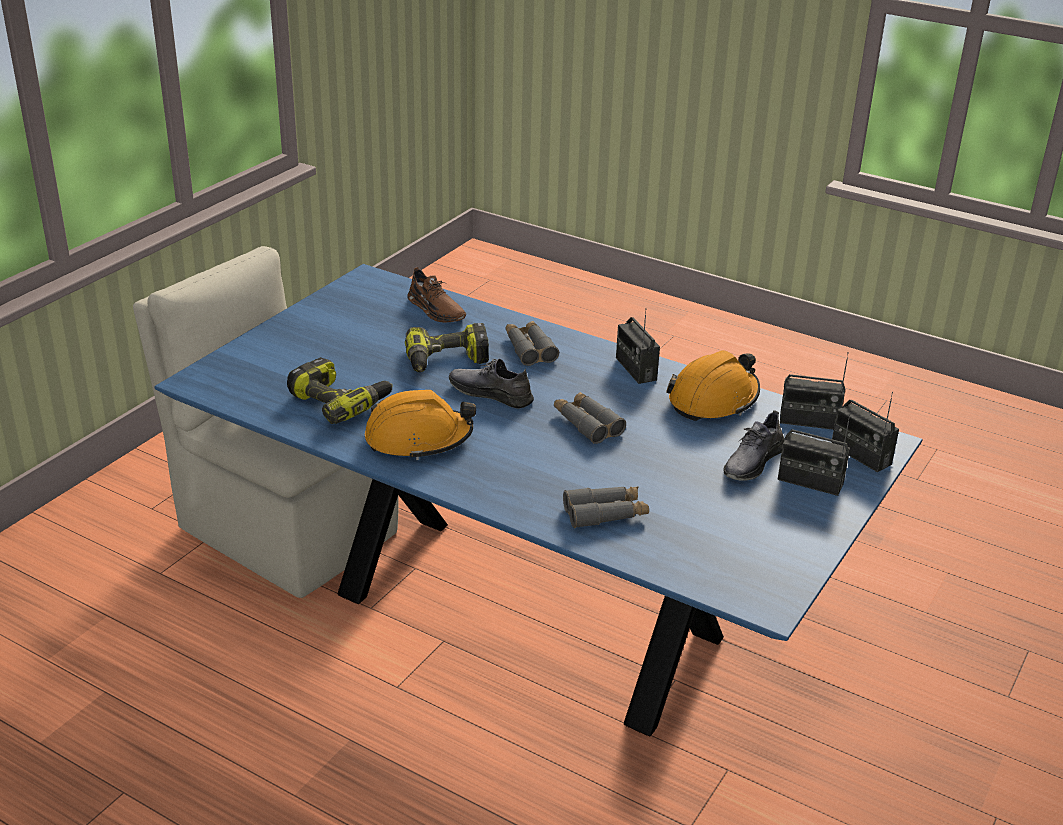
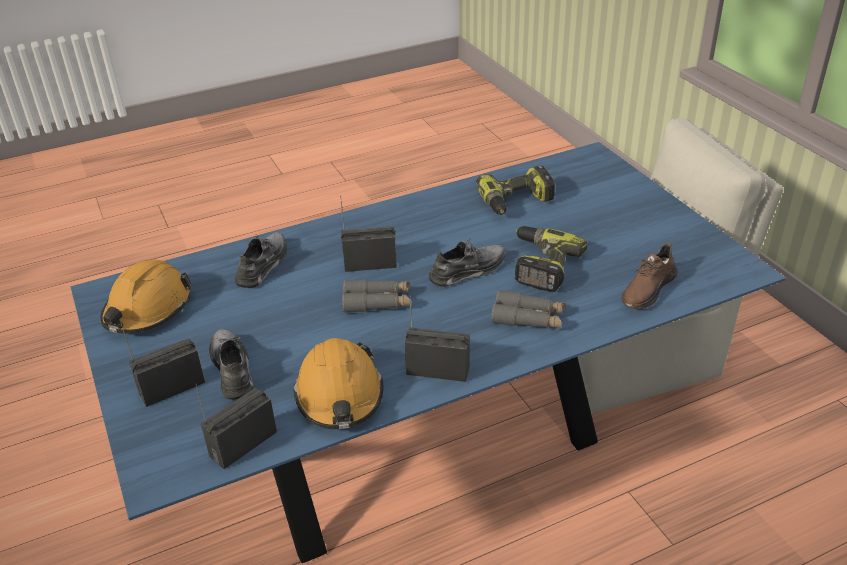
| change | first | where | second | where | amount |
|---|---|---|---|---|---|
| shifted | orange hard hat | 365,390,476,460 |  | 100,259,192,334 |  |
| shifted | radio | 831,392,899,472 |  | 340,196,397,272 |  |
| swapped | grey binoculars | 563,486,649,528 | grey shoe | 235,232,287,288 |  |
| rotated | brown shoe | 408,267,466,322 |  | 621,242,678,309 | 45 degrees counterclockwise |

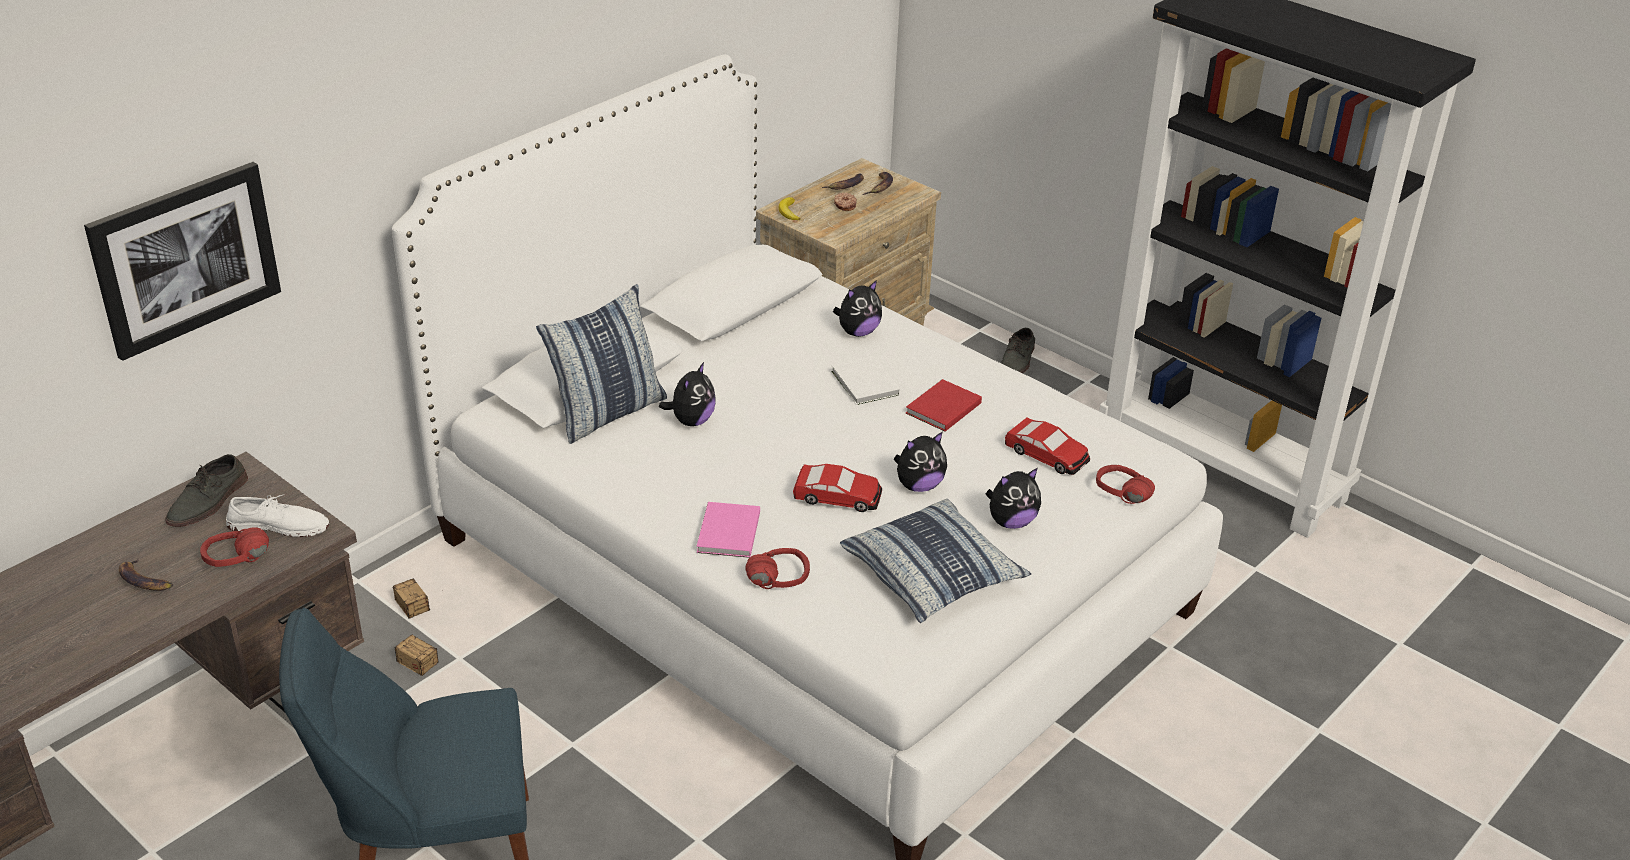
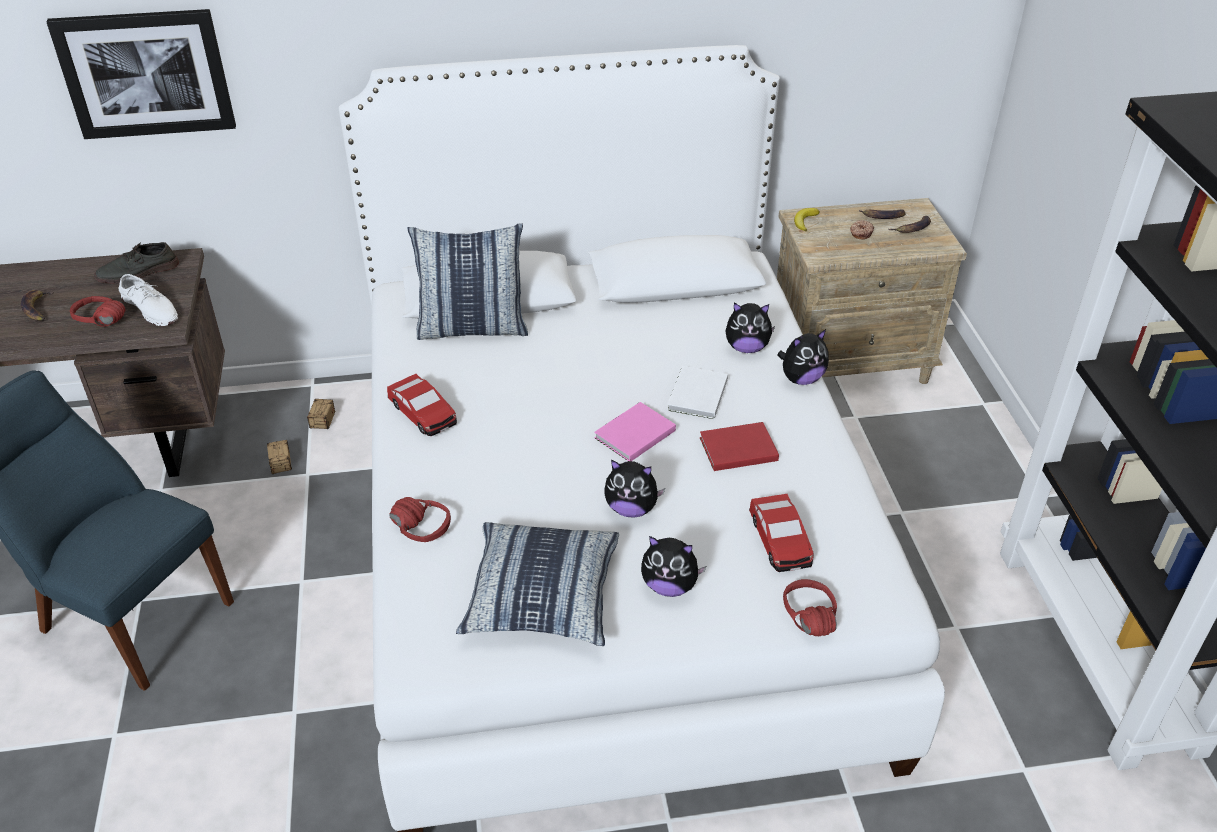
| change | first | where | second | where | amount |
|---|---|---|---|---|---|
| gone | grey shoe | 1001,328,1035,373 |  |  |  |
| shifted | plush toy | 659,362,716,426 |  | 778,329,829,385 |  |
| shifted | pink book | 697,502,760,558 |  | 594,402,676,461 |  |
| shifted | toy car | 793,464,882,512 |  | 387,374,457,436 |  |

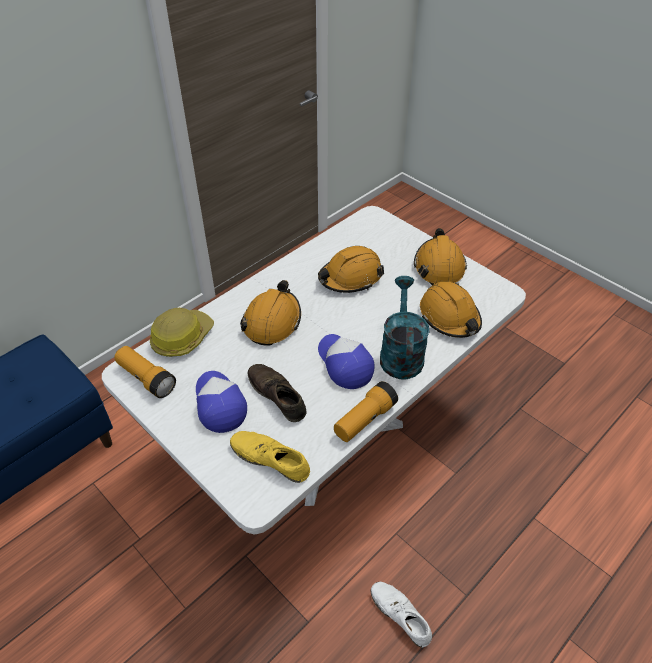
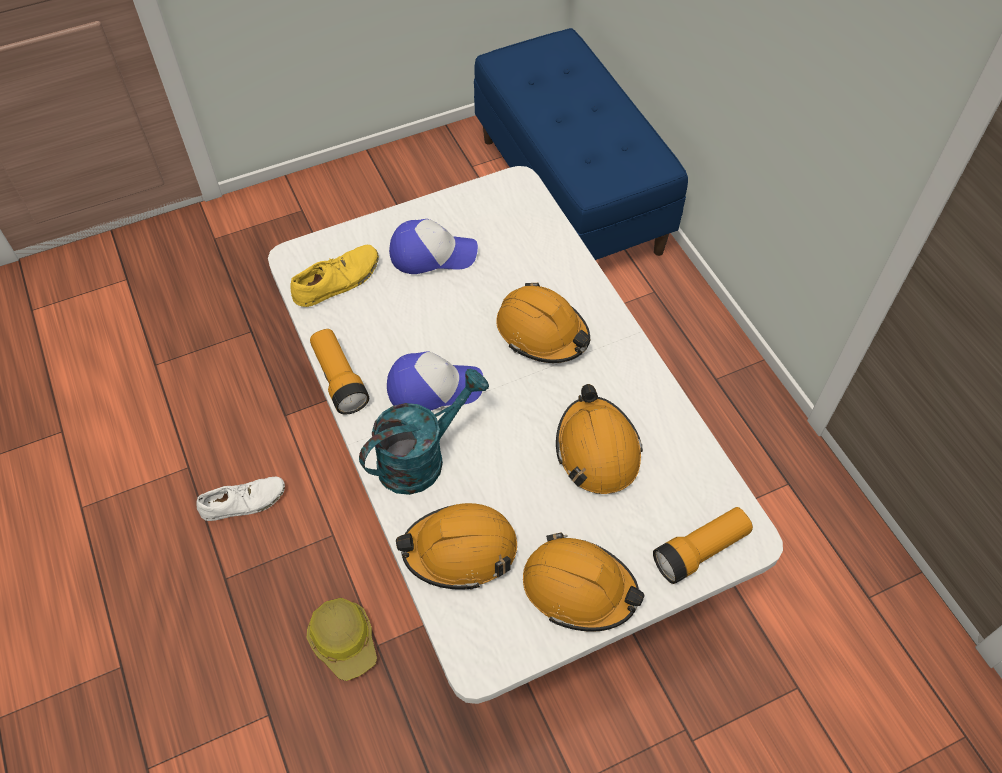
| change | first | where | second | where | amount |
|---|---|---|---|---|---|
| gone | brown shoe | 248,364,307,422 |  |  |  |
| shifted | flashlight | 114,346,176,398 |  | 653,507,753,584 |  |
| shifted | hard hat | 150,308,214,357 |  | 307,598,377,681 |  |
| rotated | turquoise watering can | 380,276,429,380 |  | 359,369,489,495 | 60 degrees counterclockwise |

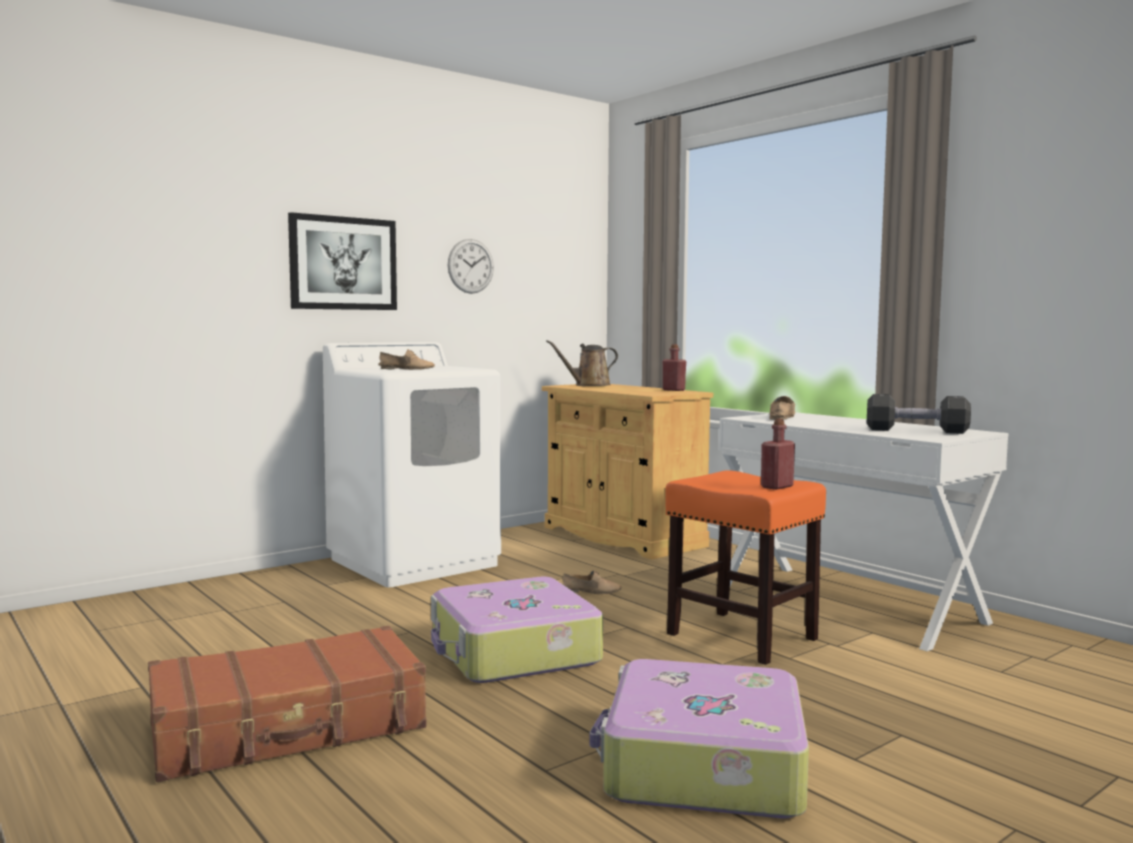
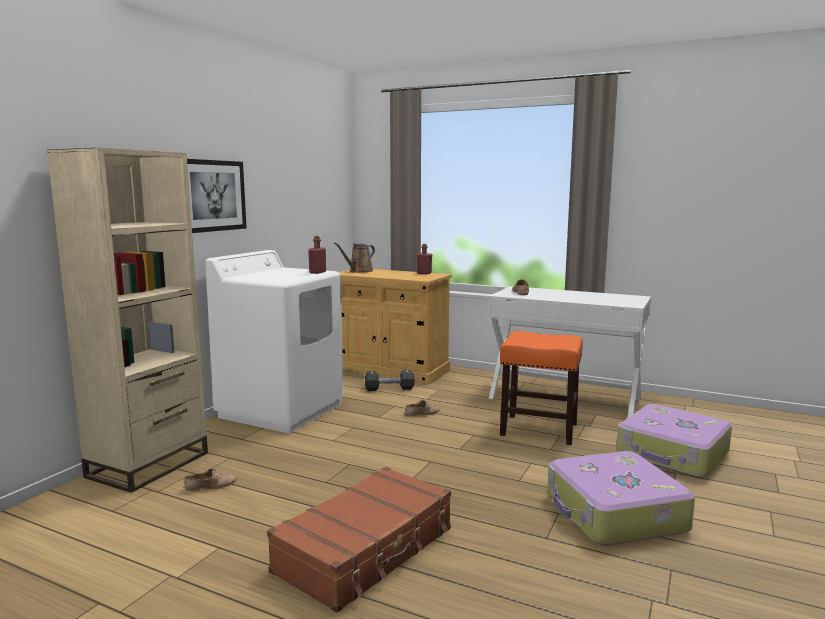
| change | first | where | second | where | amount |
|---|---|---|---|---|---|
| gone | wall clock | 448,239,494,294 |  |  |  |
| new |  |  | beige bookcase | 47,147,208,493 |  |
| shifted | beige shoe | 378,349,435,370 |  | 184,468,237,491 |  |
| shifted | suitcase | 431,577,603,683 |  | 616,404,732,478 |  |
| shifted | red bottle | 761,419,795,490 |  | 308,236,326,274 |  |
| shifted | black dumbbell | 867,394,971,434 |  | 365,370,414,391 |  |

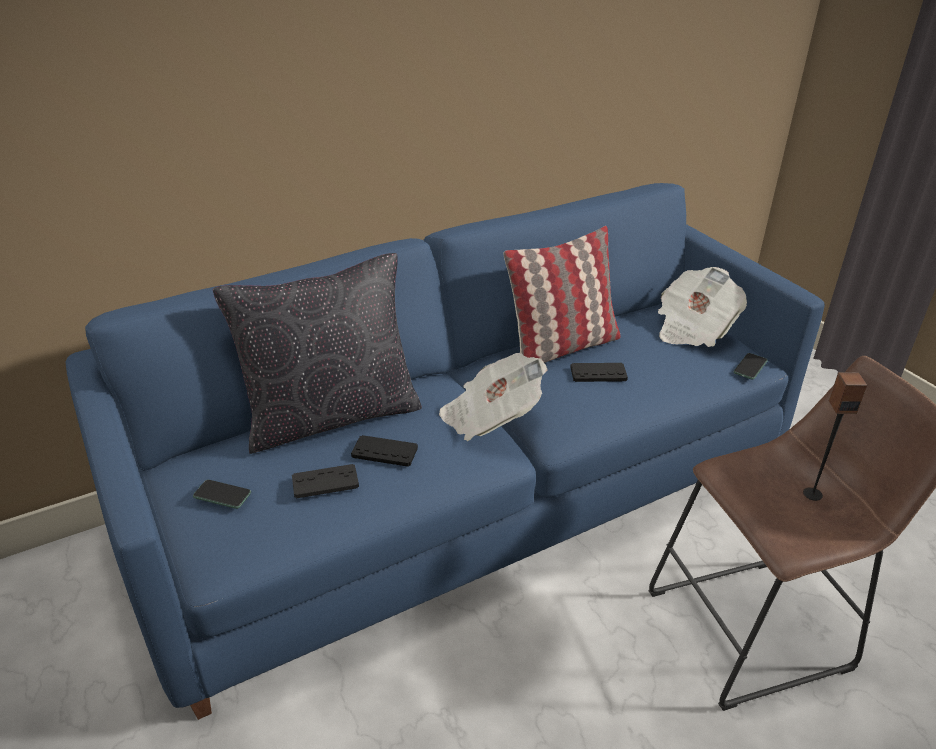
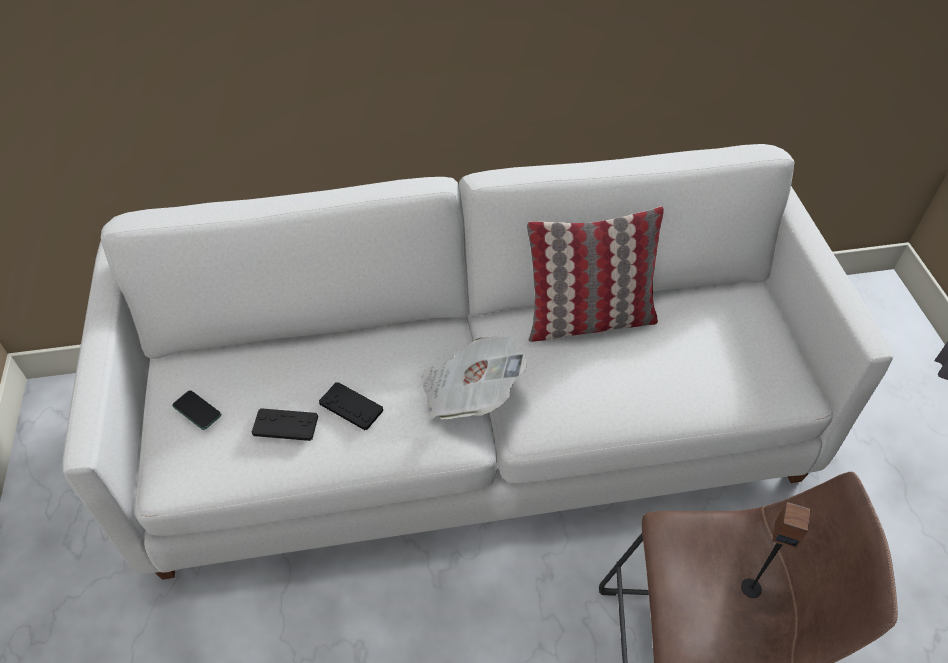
| change | first | where | second | where | amount |
|---|---|---|---|---|---|
| gone | black pillow | 213,253,422,454 |  |  |  |
| gone | black game controller | 571,363,628,382 |  |  |  |
| gone | newspaper | 658,267,747,347 |  |  |  |
| gone | phone | 734,353,768,380 |  |  |  |
| repainted | blue sofa | 65,183,825,720 | white sofa | 62,144,894,580 |  |

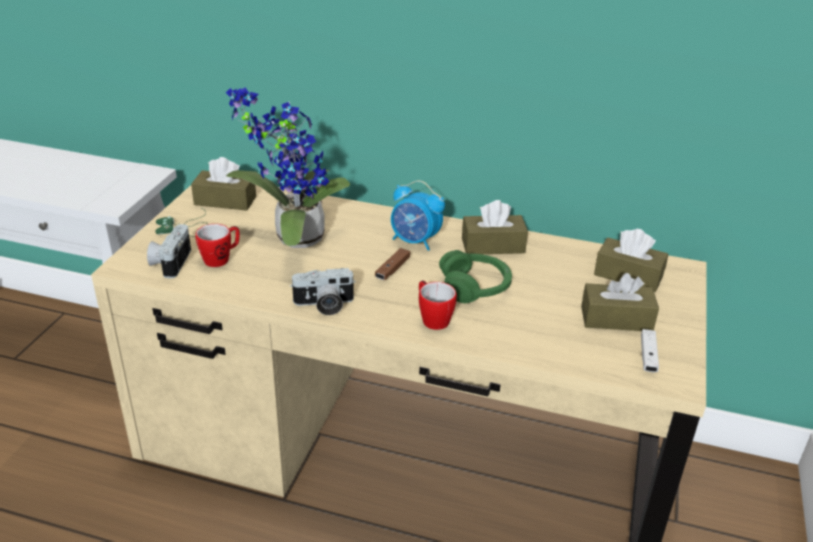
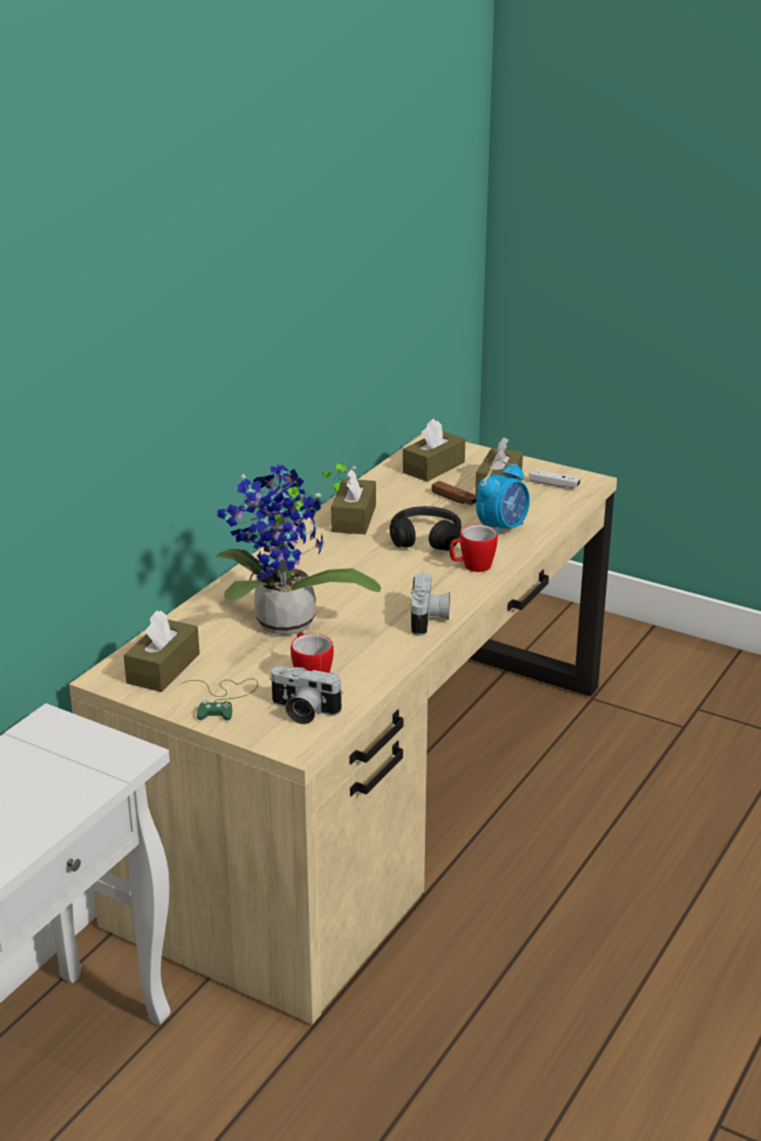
| change | first | where | second | where | amount |
|---|---|---|---|---|---|
| shifted | brown game controller | 375,248,410,280 |  | 432,481,477,505 |  |
| shifted | alarm clock | 391,180,445,251 |  | 476,461,530,534 |  |
| repainted | green headphones | 439,250,512,303 | black headphones | 390,506,461,551 |  |

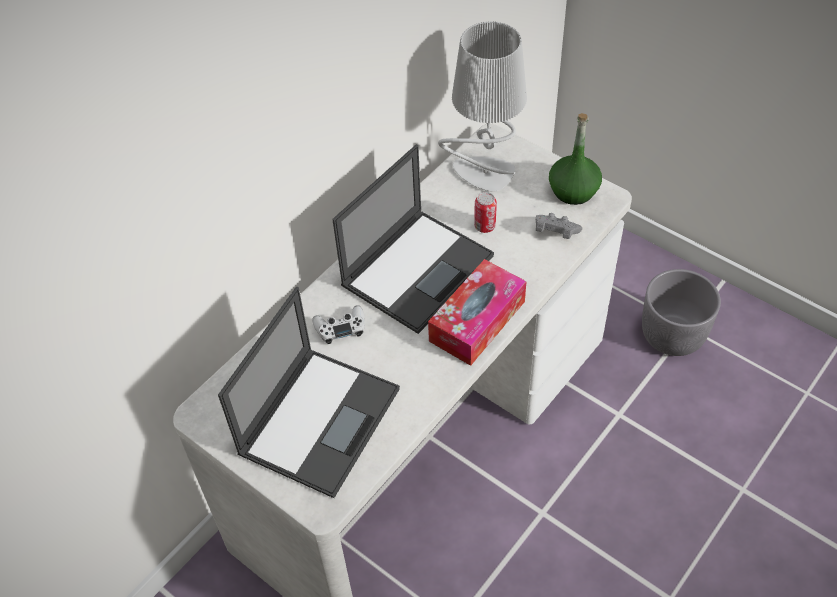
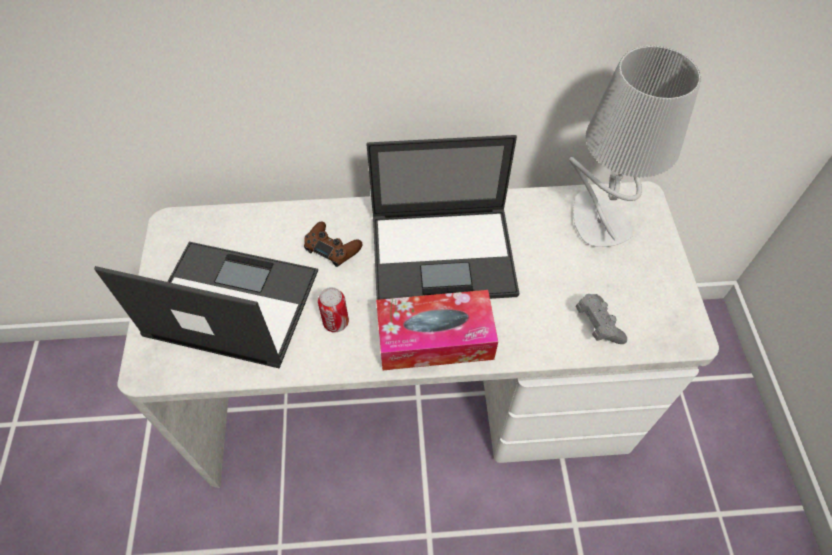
| change | first | where | second | where | amount |
|---|---|---|---|---|---|
| gone | green bottle | 549,113,602,205 |  |  |  |
| gone | grey planter | 642,269,721,356 |  |  |  |
| shifted | can | 474,192,497,233 |  | 318,287,349,332 |  |
| repainted | white game controller | 312,305,365,344 | brown game controller | 304,222,363,267 |  |
| rotated | laptop | 218,287,400,498 |  | 94,242,318,368 | 150 degrees counterclockwise |

